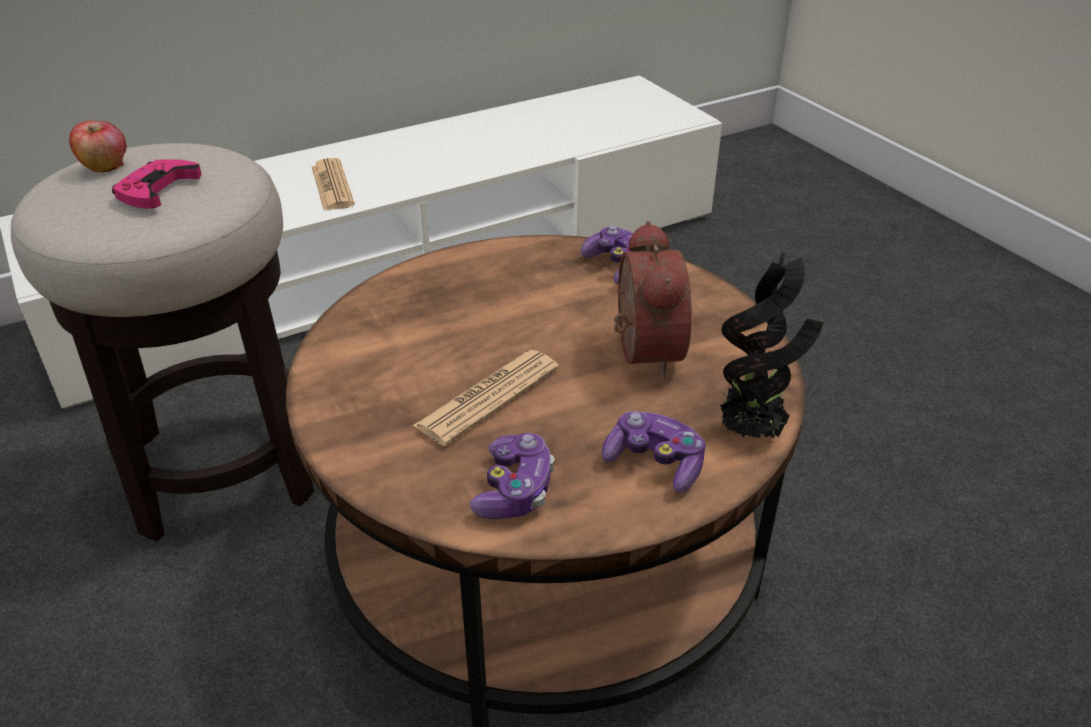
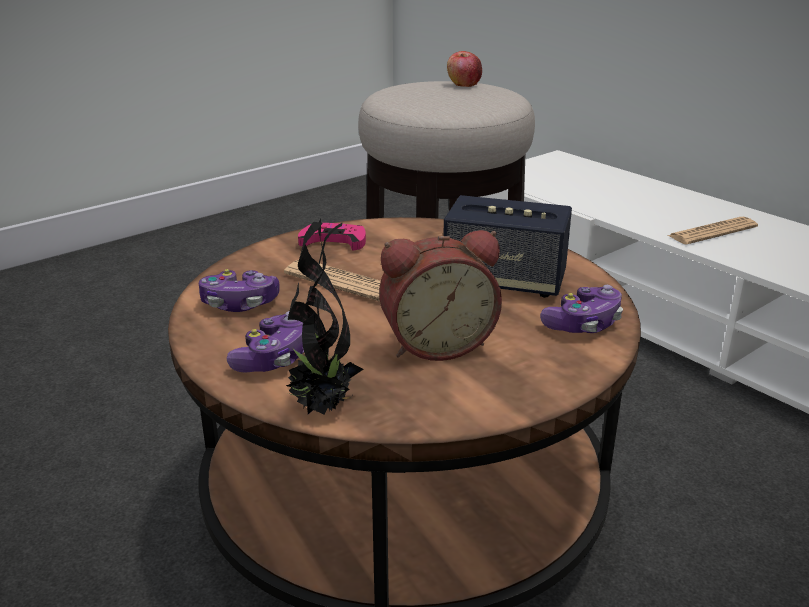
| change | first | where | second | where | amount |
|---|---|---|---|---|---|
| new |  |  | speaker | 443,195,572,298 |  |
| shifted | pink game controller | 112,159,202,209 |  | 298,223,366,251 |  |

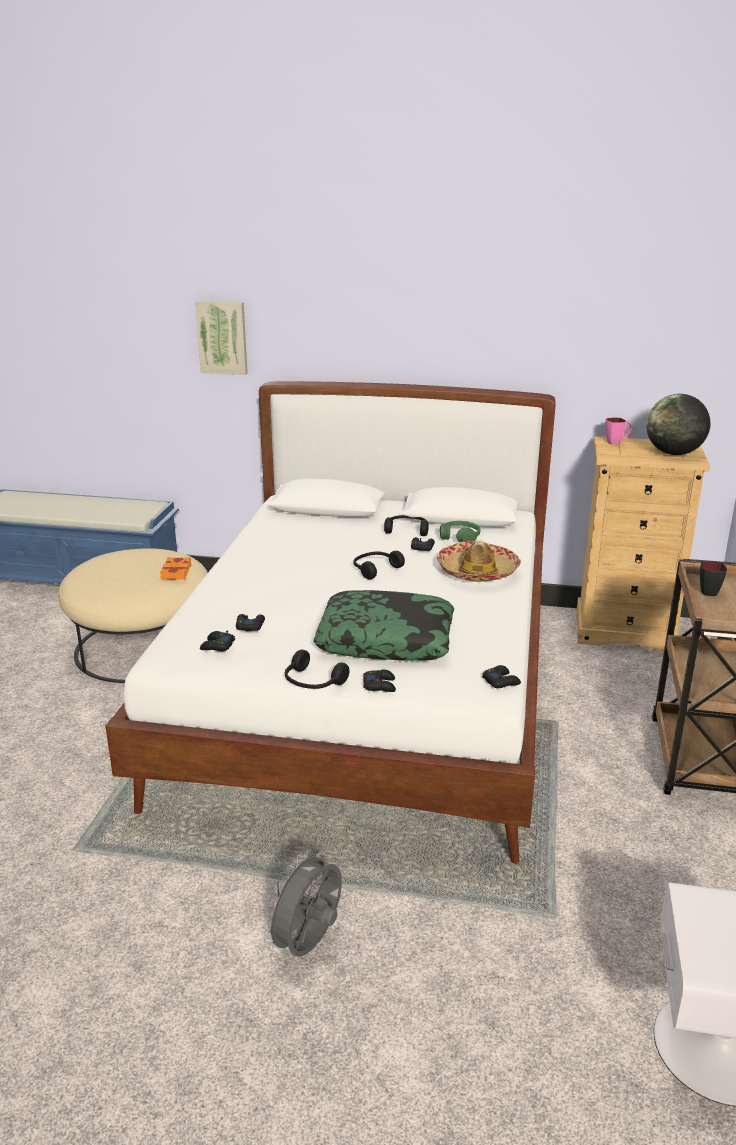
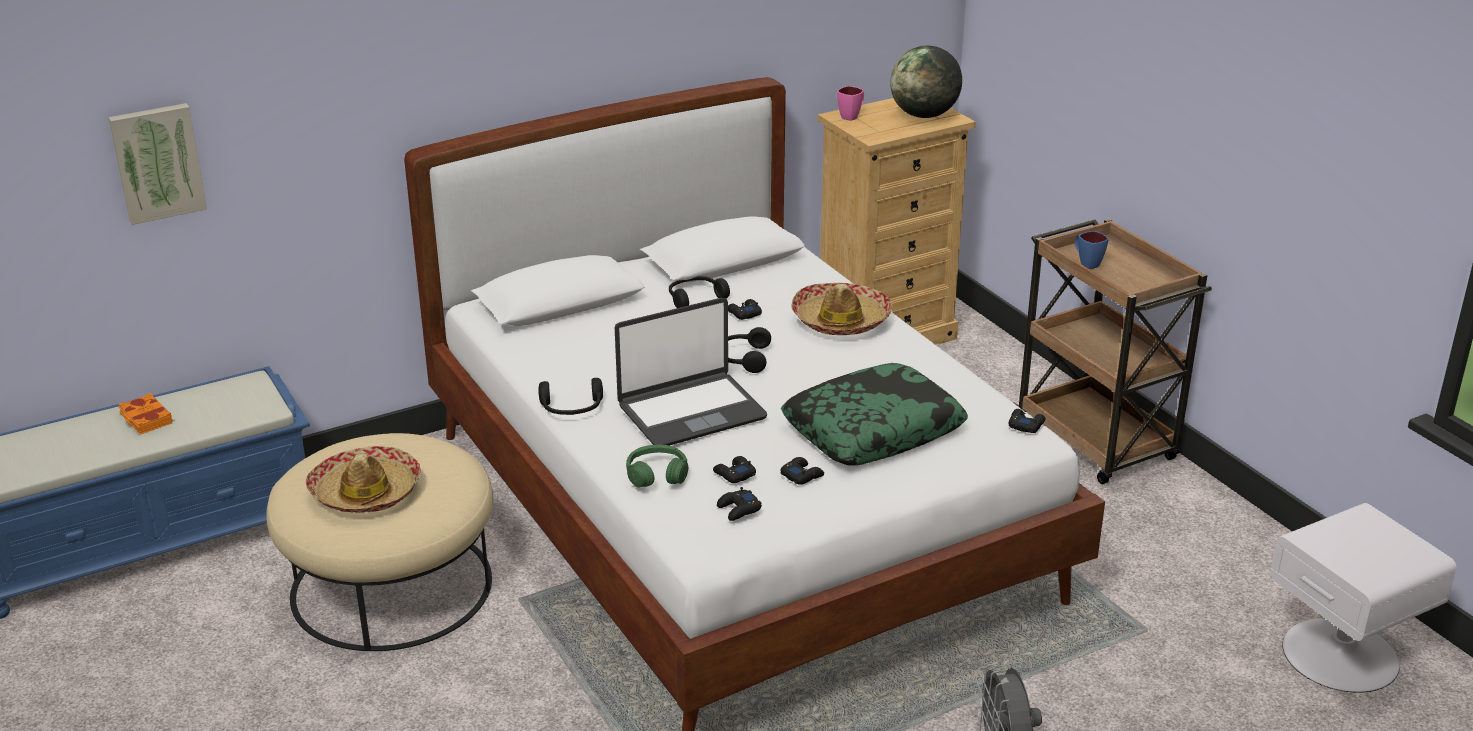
| change | first | where | second | where | amount |
|---|---|---|---|---|---|
| new |  |  | hat | 306,446,421,513 |  |
| new |  |  | laptop | 615,298,767,446 |  |
| shifted | orange book | 160,557,191,580 |  | 119,393,173,435 |  |
| shifted | picture | 195,301,248,375 |  | 109,103,207,225 |  |
| shifted | black headphones | 285,650,350,689 |  | 539,378,603,415 |  |
| shifted | black game controller | 363,669,396,692 |  | 780,457,824,485 |  |
| shifted | green headphones | 440,521,480,542 |  | 626,445,688,488 |  |
| repainted | black mug | 700,561,727,596 | blue mug | 1075,231,1108,269 |  |

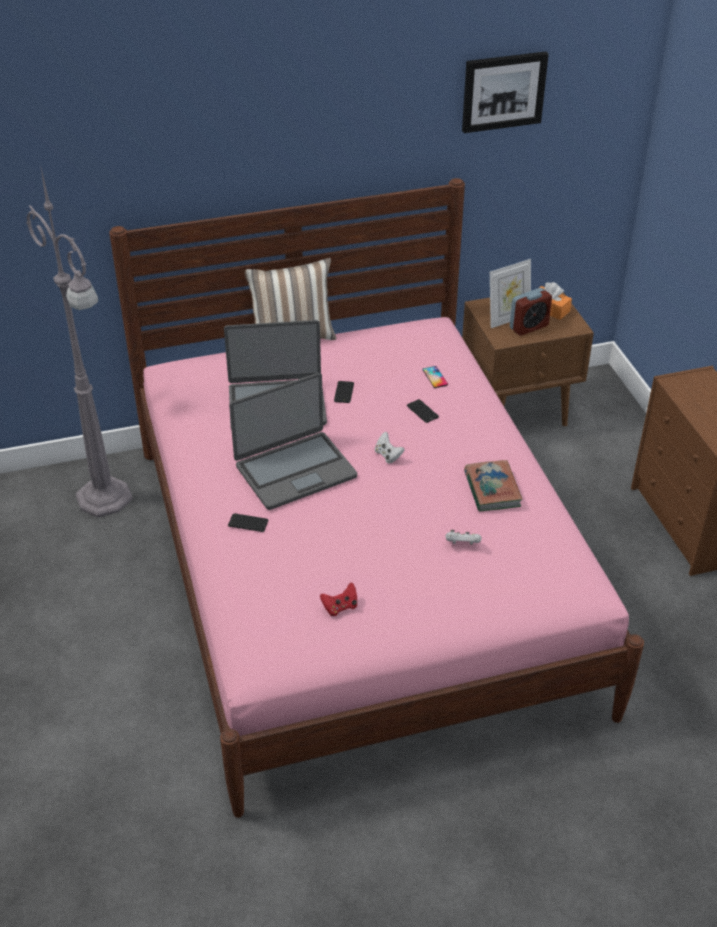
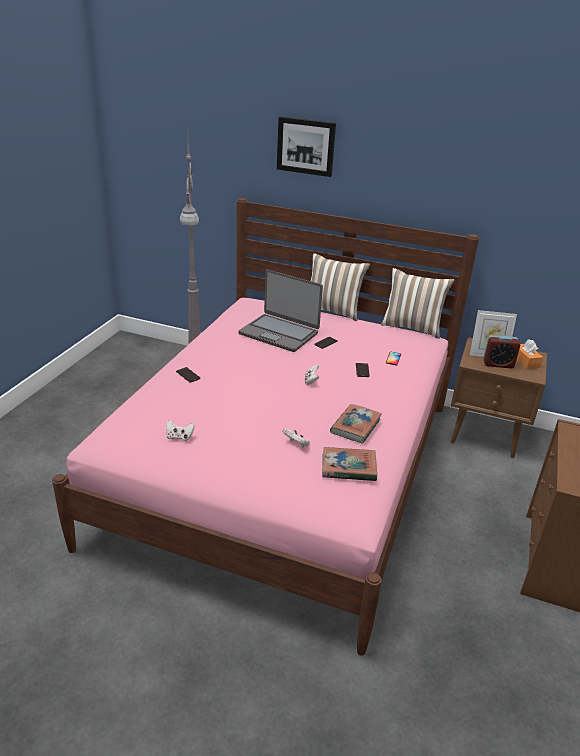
| change | first | where | second | where | amount |
|---|---|---|---|---|---|
| gone | laptop | 229,373,357,510 |  |  |  |
| new |  |  | book | 322,447,377,481 |  |
| new |  |  | pillow | 381,268,454,339 |  |
| shifted | picture | 462,51,549,133 |  | 277,116,336,177 |  |
| repainted | red game controller | 320,583,357,616 | white game controller | 166,420,195,442 |  |

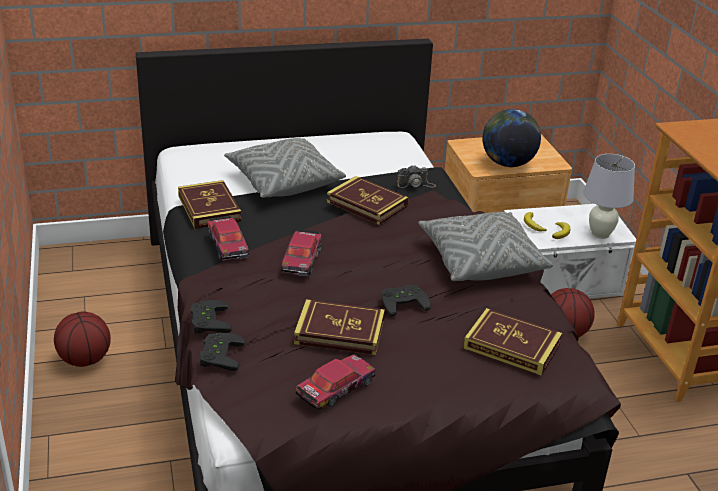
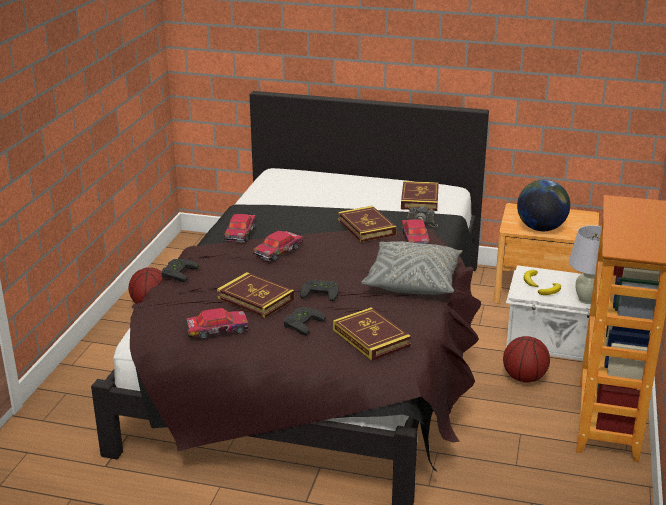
| change | first | where | second | where | amount |
|---|---|---|---|---|---|
| gone | grey pillow | 224,138,346,198 |  |  |  |
| new |  |  | toy car | 402,218,430,244 |  |
| shifted | book | 178,180,242,229 |  | 401,181,439,211 |  |
| shifted | black game controller | 200,333,246,371 |  | 284,307,326,335 |  |

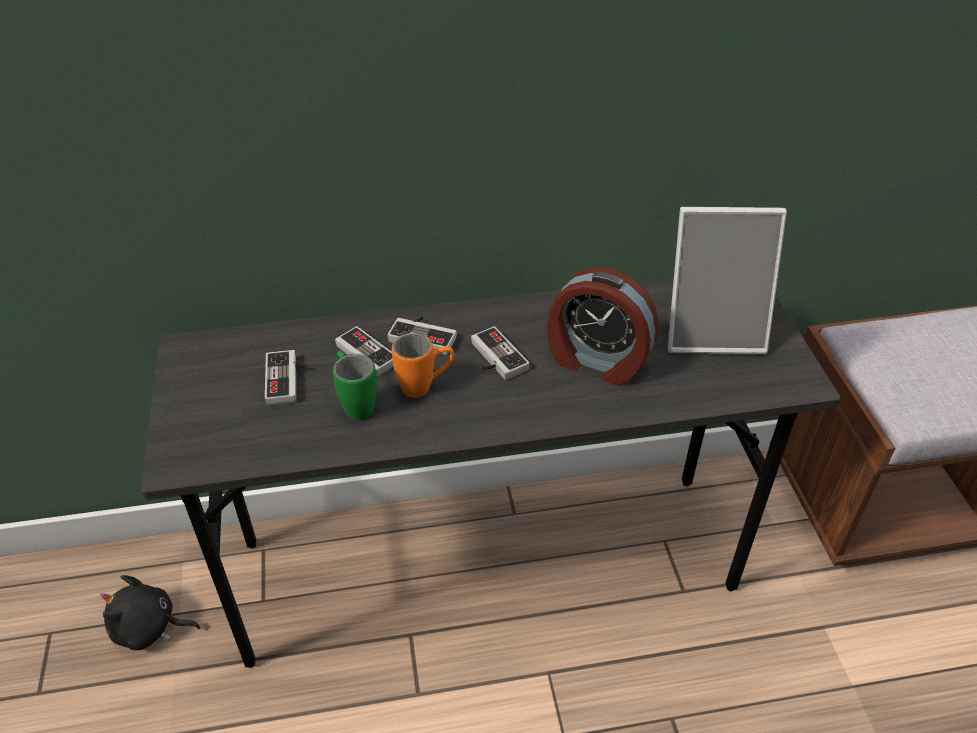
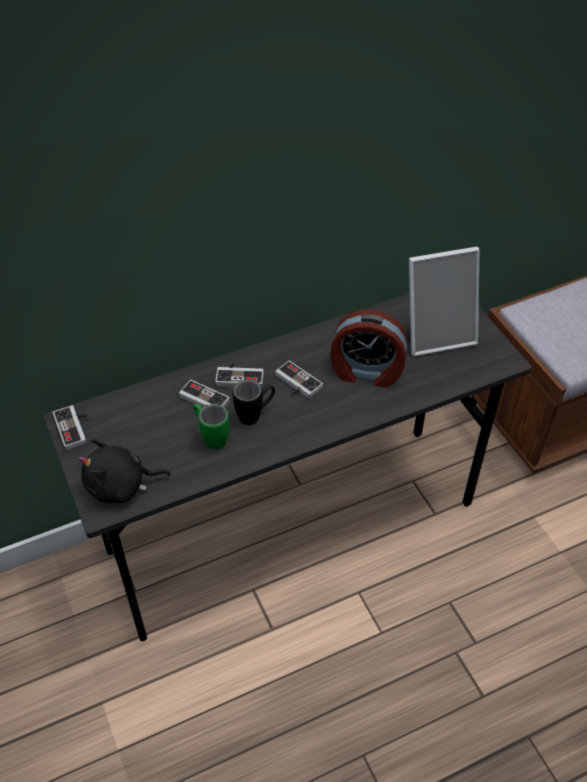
| change | first | where | second | where | amount |
|---|---|---|---|---|---|
| shifted | black plush toy | 100,575,201,650 |  | 79,439,171,503 |  |
| shifted | game controller | 265,350,310,406 |  | 53,405,88,451 |  |
| repainted | orange mug | 392,333,454,398 | black mug | 233,380,275,425 |  |

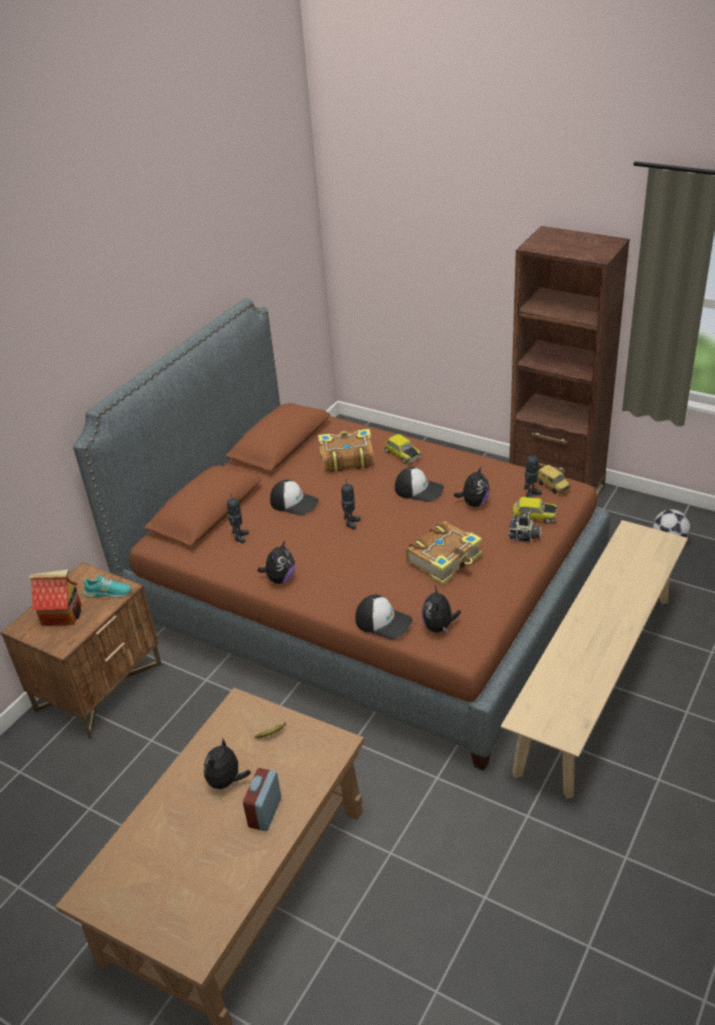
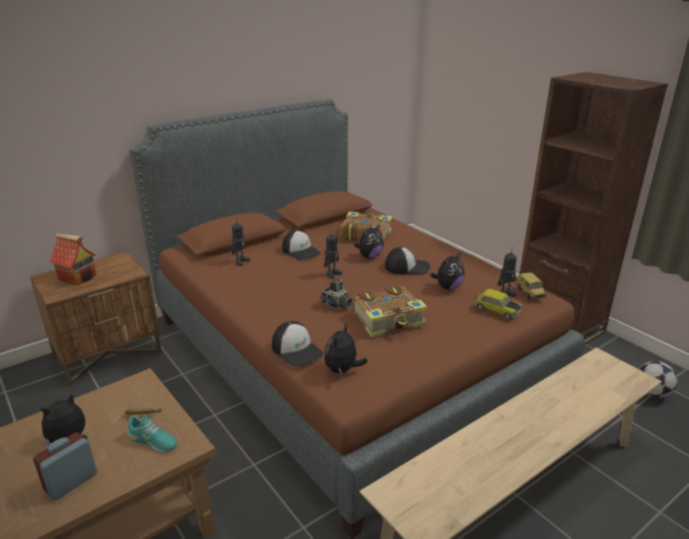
| change | first | where | second | where | amount |
|---|---|---|---|---|---|
| gone | toy car | 384,434,421,464 |  |  |  |
| shifted | turquoise shoe | 84,574,131,598 |  | 127,416,177,452 |  |
| shifted | plush toy | 257,541,295,584 |  | 355,224,384,259 |  |
| shifted | photo camera | 508,512,542,542 |  | 320,279,353,309 |  |
| rotated | cap | 395,467,444,502 |  | 385,247,430,275 | 45 degrees counterclockwise |

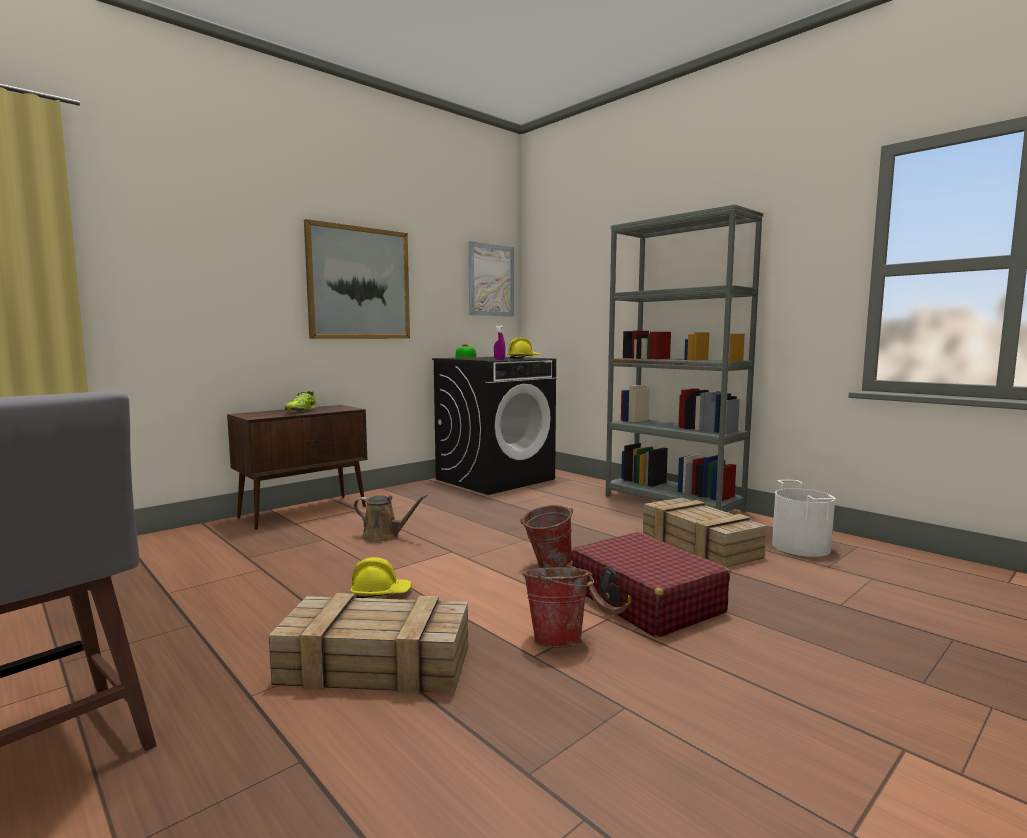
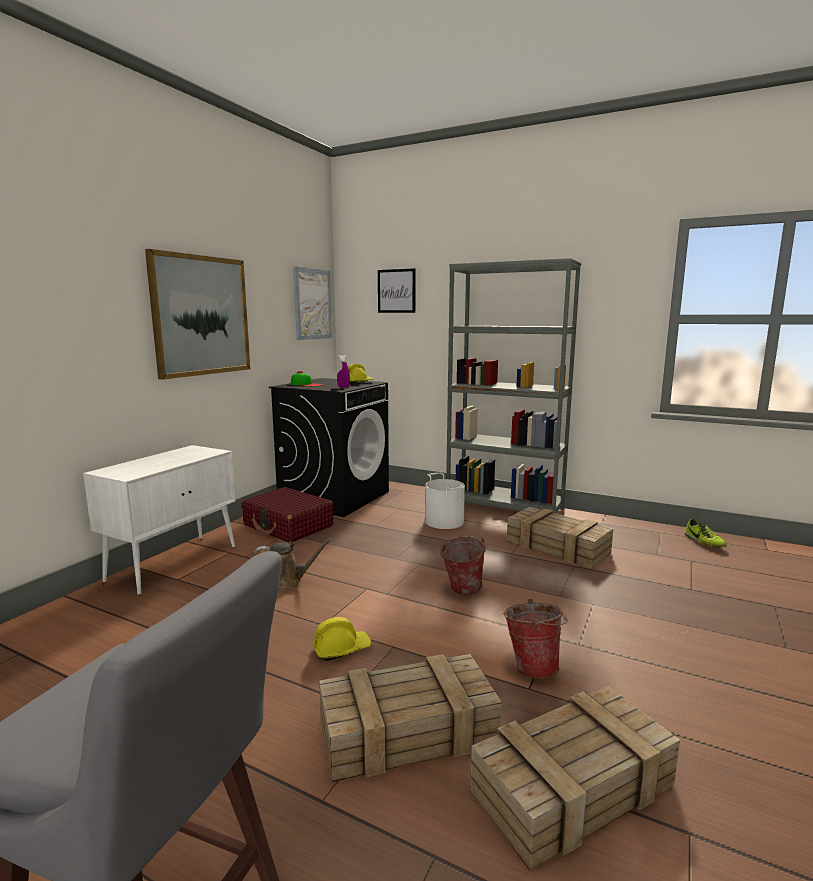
| change | first | where | second | where | amount |
|---|---|---|---|---|---|
| new |  |  | picture | 378,268,416,313 |  |
| new |  |  | crate | 470,686,680,870 |  |
| shifted | shoe | 285,391,317,411 |  | 685,519,727,547 |  |
| shifted | red suitcase | 571,532,730,638 |  | 241,487,333,543 |  |
| shifted | white bucket | 772,480,836,557 |  | 425,473,465,529 |  |
| repainted | brown cabinet | 227,405,367,530 | white cabinet | 83,445,236,595 |  |

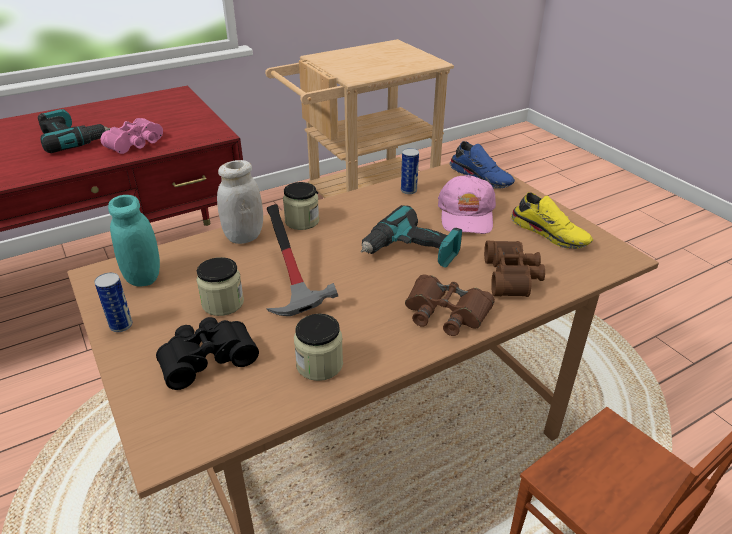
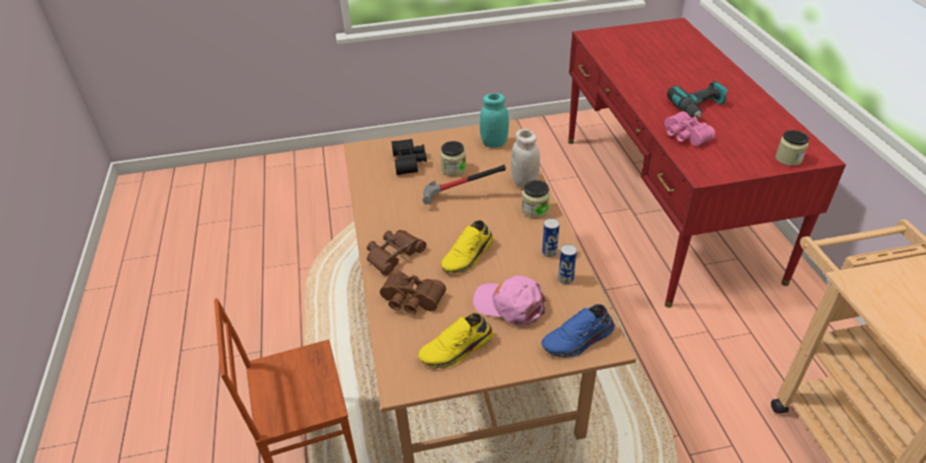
| change | first | where | second | where | amount |
|---|---|---|---|---|---|
| shifted | can | 94,273,132,332 |  | 542,218,560,257 |  |
| shifted | jar | 294,314,343,381 |  | 775,130,809,166 |  |
| swapped | power drill | 361,205,462,268 | yellow shoe | 441,220,494,274 |  |

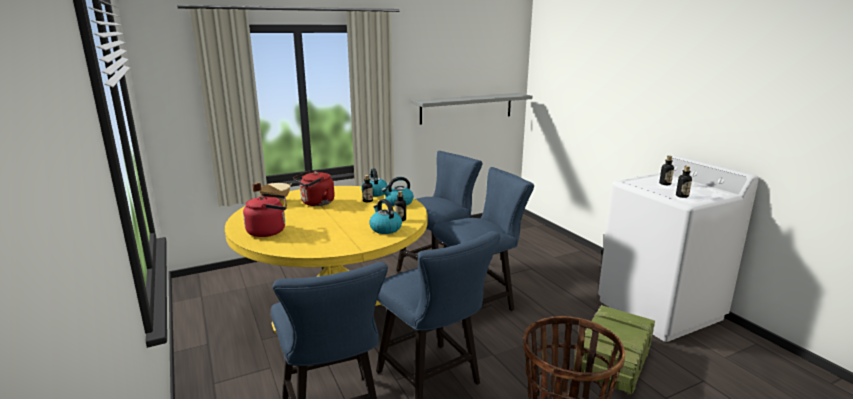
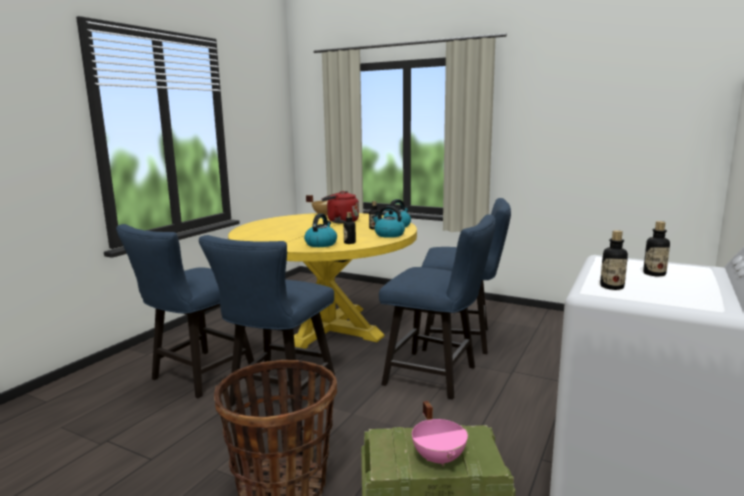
| change | first | where | second | where | amount |
|---|---|---|---|---|---|
| gone | red kettle | 243,193,287,237 |  |  |  |
| gone | grey shelf | 411,93,532,125 |  |  |  |
| new |  |  | pink cooking pot | 412,401,468,467 |  |

